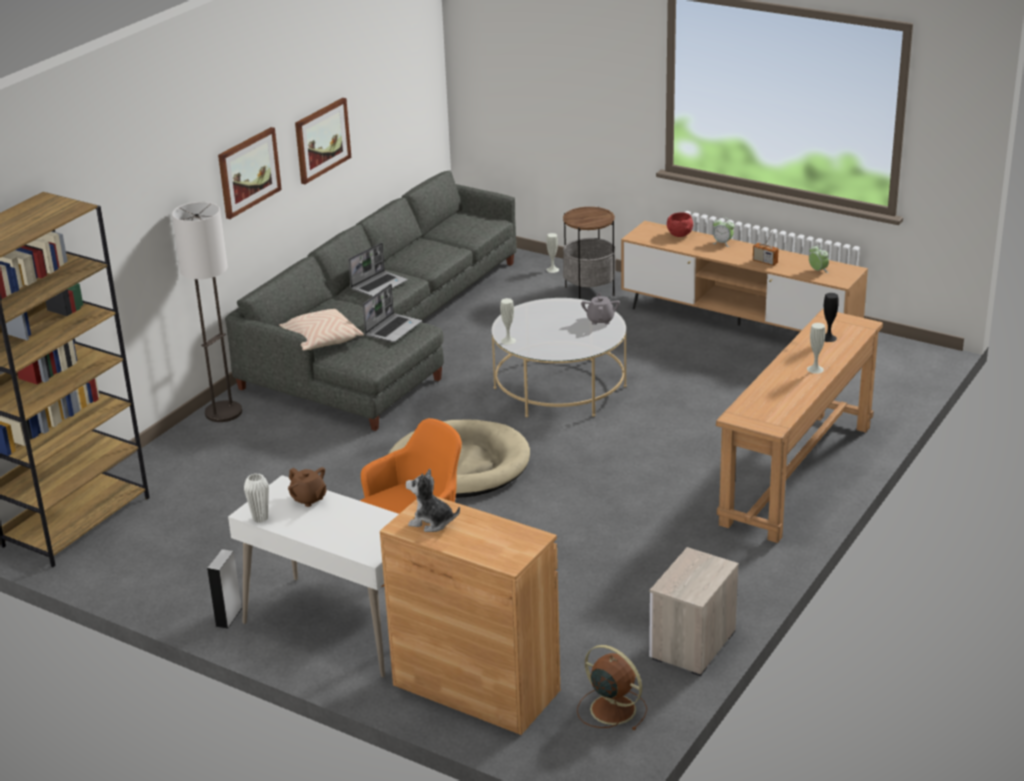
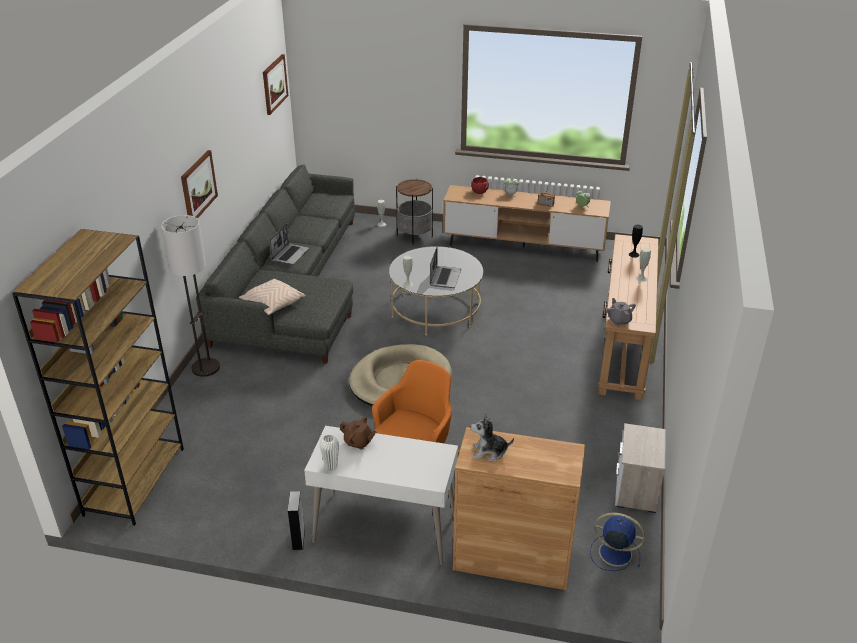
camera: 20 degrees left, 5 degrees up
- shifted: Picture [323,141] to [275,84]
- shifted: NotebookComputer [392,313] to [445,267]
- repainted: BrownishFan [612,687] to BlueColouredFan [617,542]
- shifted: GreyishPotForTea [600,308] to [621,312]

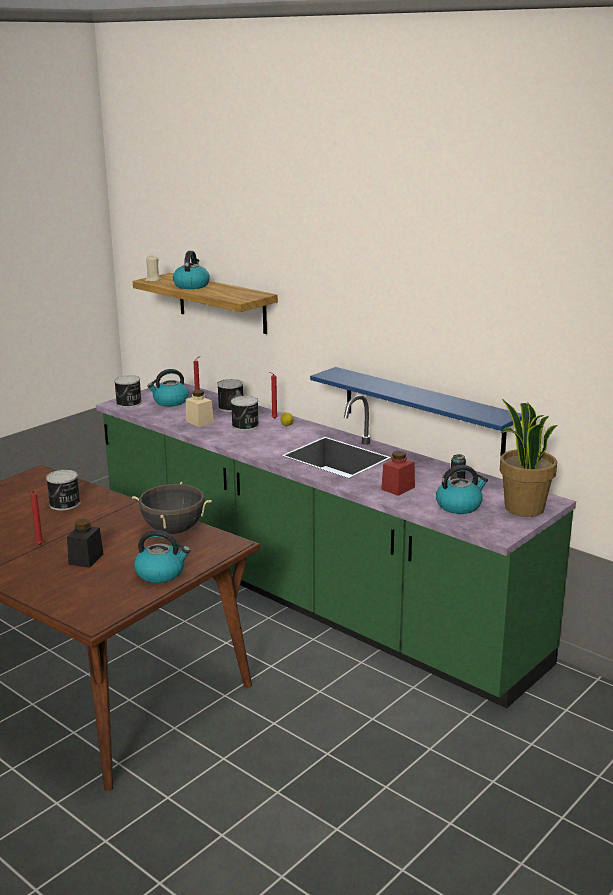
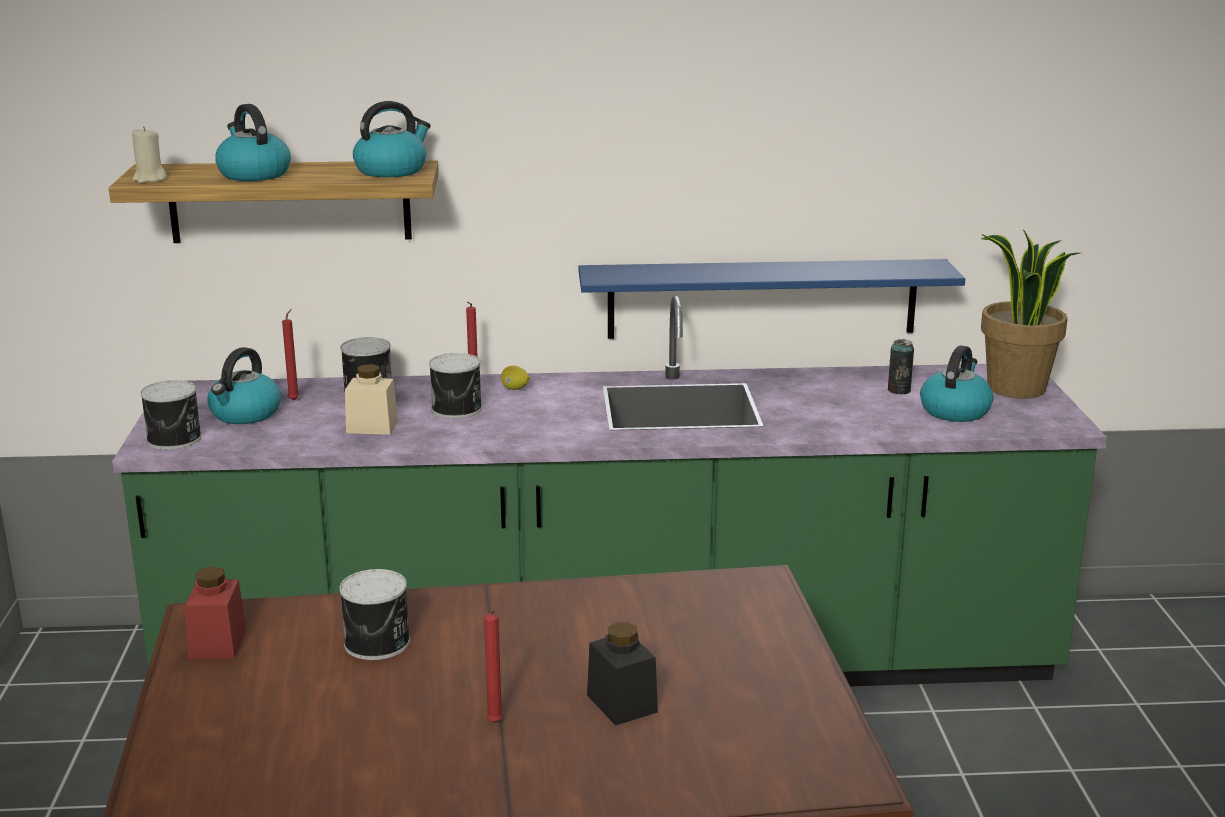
camera: 45 degrees left, 0 degrees up
- shifted: RedStorageJar [398,473] to [215,613]
- shifted: WaterKettle [162,556] to [392,139]
- gone: BlackCookingPot [172,508]

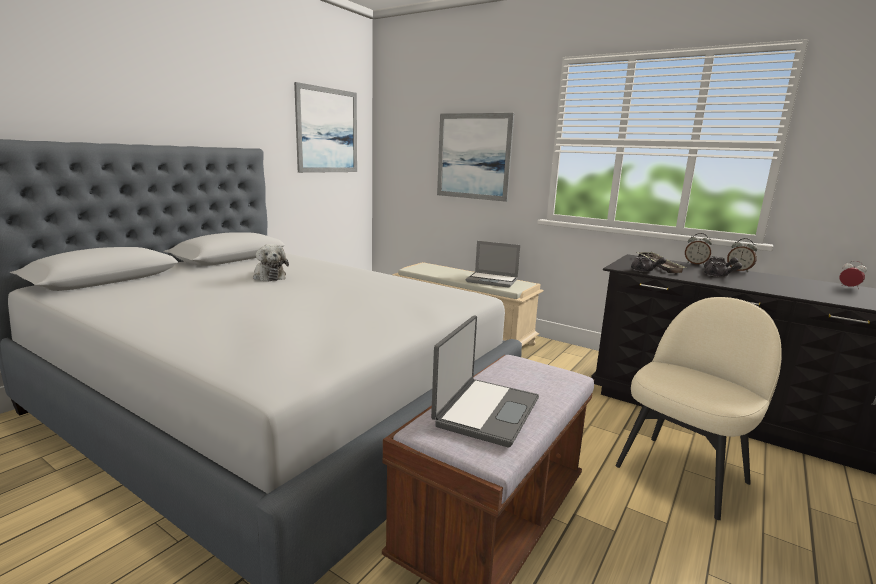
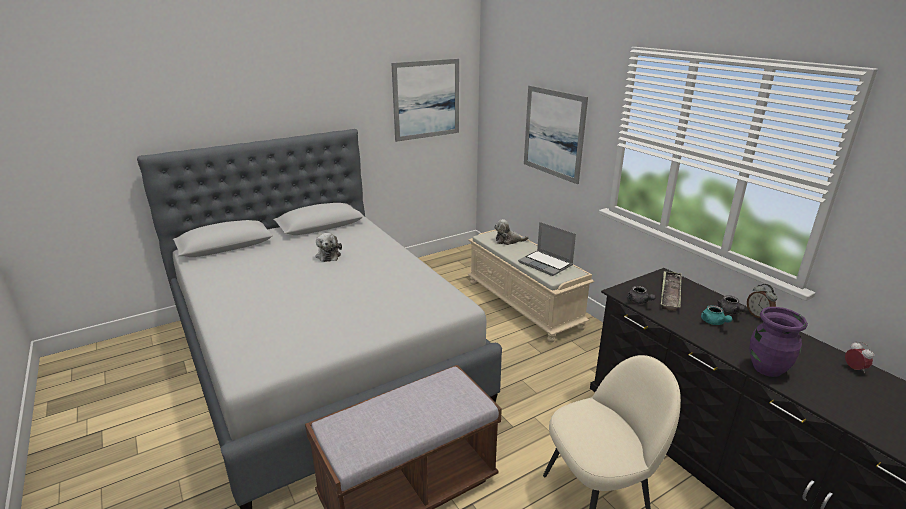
camera: 25 degrees right, 10 degrees up
- new: SoftToy [511,232]
- repainted: GreyishPotForTea [723,269] to TurquoiseColouredPotForTea [716,315]
- new: PurplishVase [778,342]
- gone: NotebookComputer [485,381]
- gone: BedsideClock [698,249]

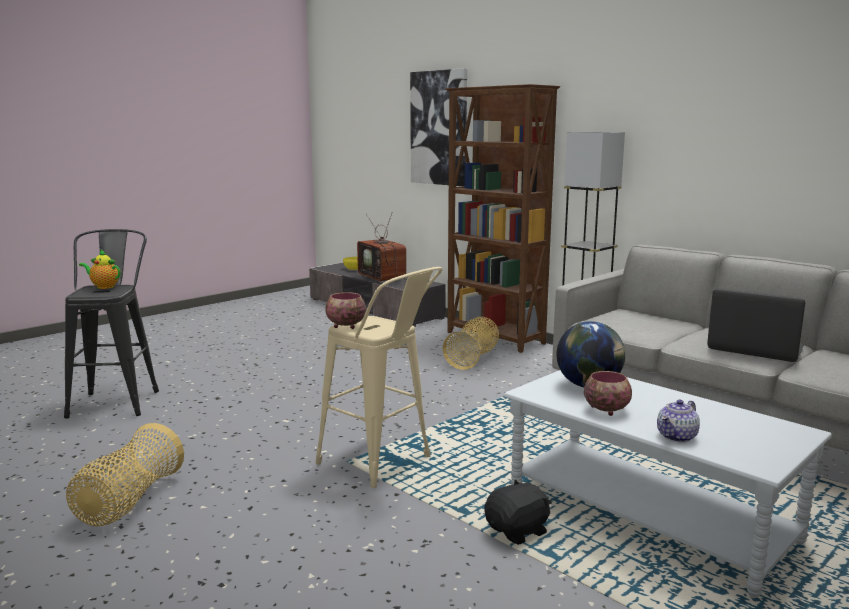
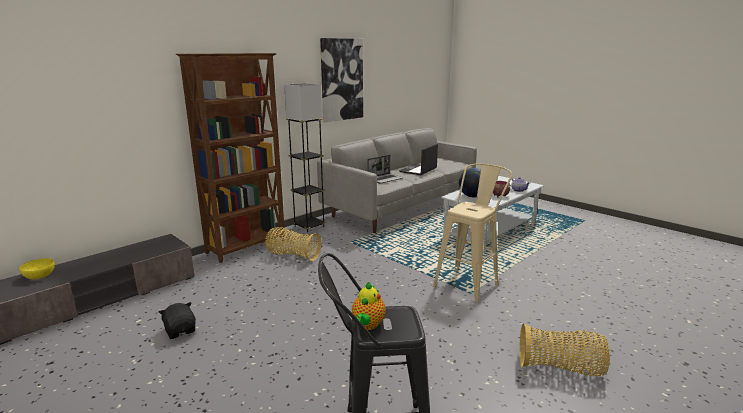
camera: 90 degrees left, 5 degrees up
- shifted: BlackSoftToy [518,512] to [177,320]
- shifted: Picture [438,127] to [341,80]
- new: NotebookComputer [385,169]
- gone: DeepDish [345,310]
- gone: Television [382,249]

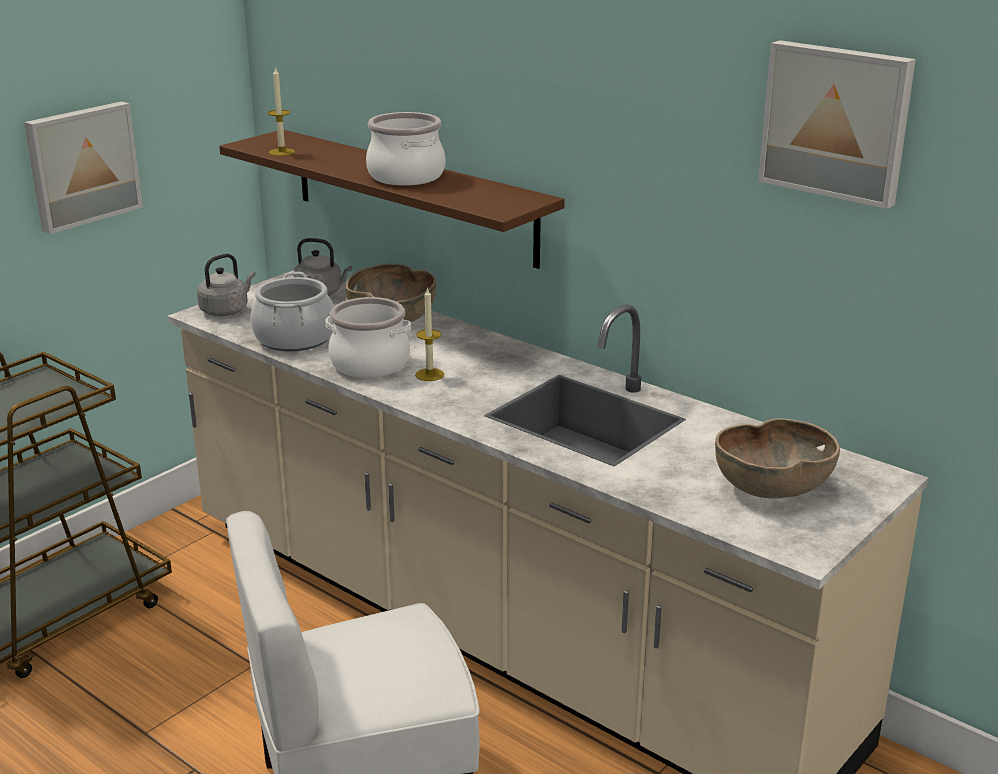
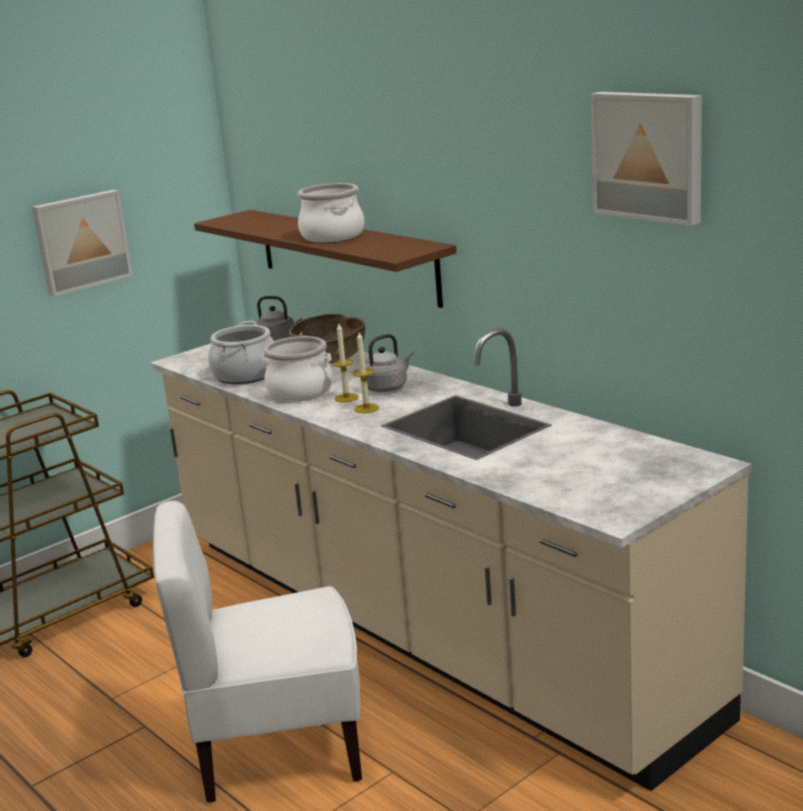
camera: 10 degrees right, 5 degrees down
- shifted: Candle [281,111] to [365,372]
- shifted: GreyishWaterKettle [226,285] to [389,363]
- gone: BrownishDeepDish [777,458]

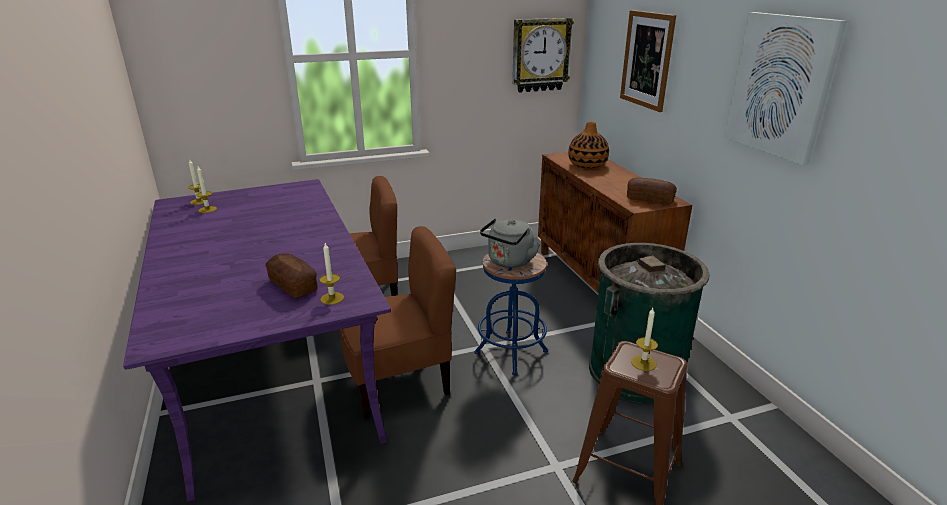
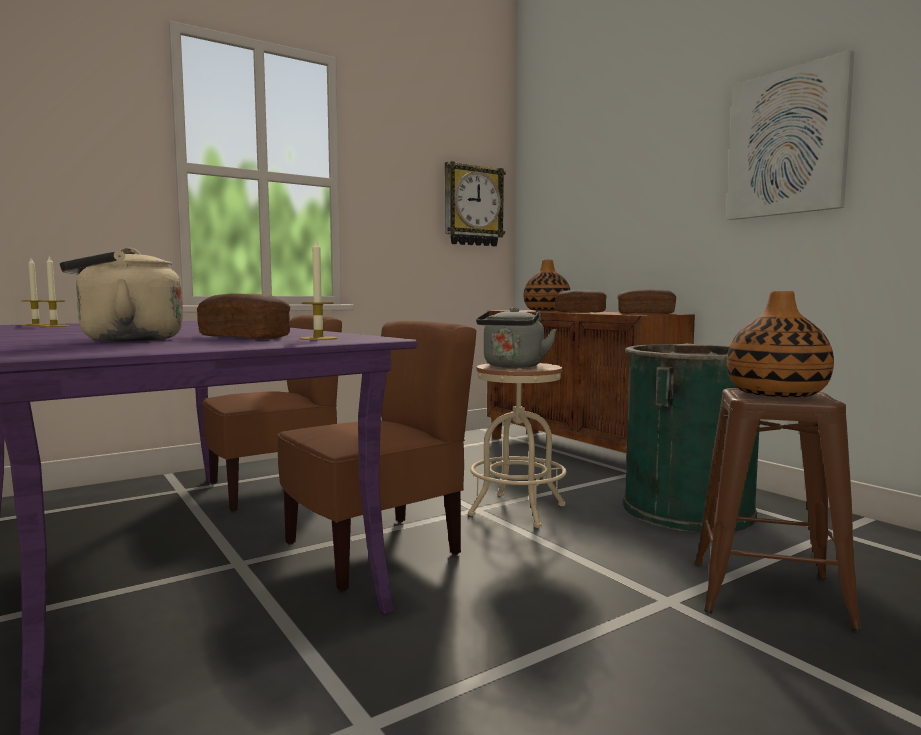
camera: 15 degrees left, 20 degrees down
- new: SandColouredWaterKettle [121,294]
- repainted: BlueColouredSittingStool [511,314] to SandColouredSittingStool [517,445]
- new: BakeryBread [581,301]
- swapped: Candle [644,339] to Vase [780,344]
- gone: Picture [648,61]

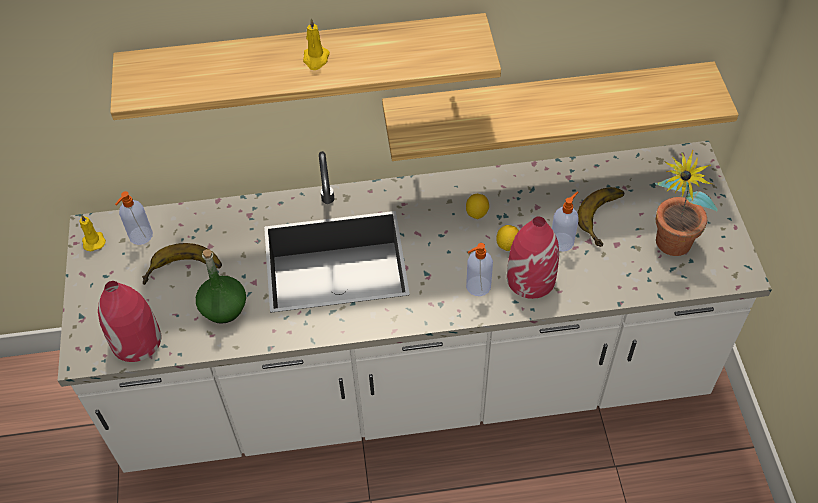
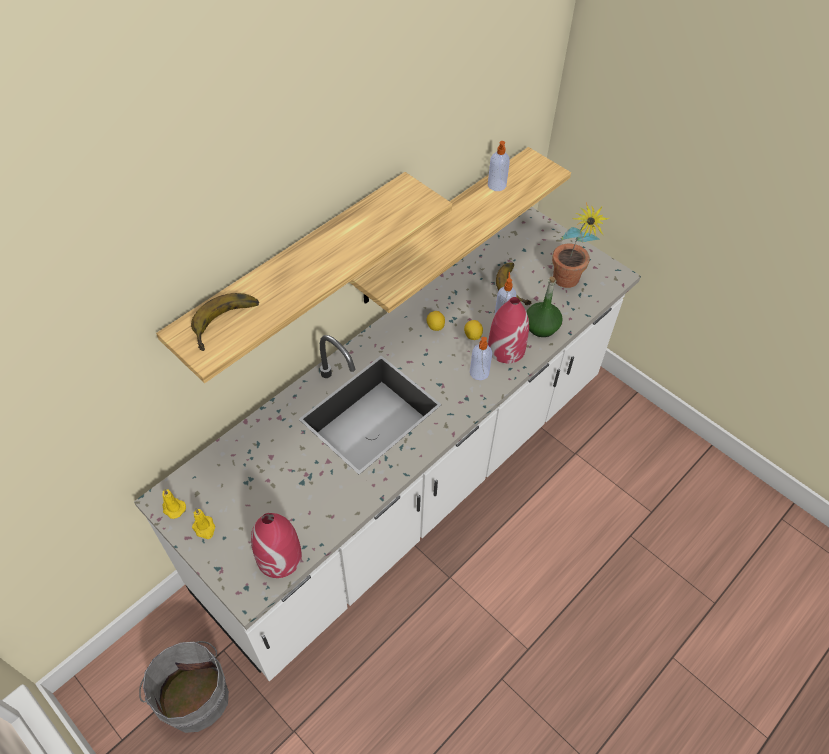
camera: 40 degrees left, 0 degrees up
- new: GreyishWaterBucket [184,687]
- shifted: WholeBanana [182,264] to [225,322]
- shifted: YellowishCandle [316,44] to [203,524]
- shifted: SoapDispenser [134,218] to [499,166]
- shifted: GreenColouredBeverageBottle [221,286] to [544,306]

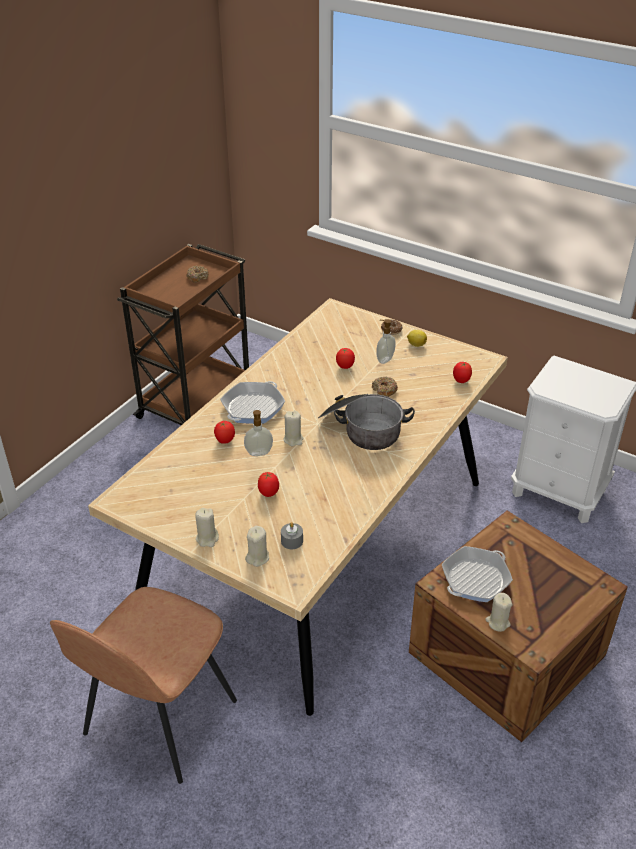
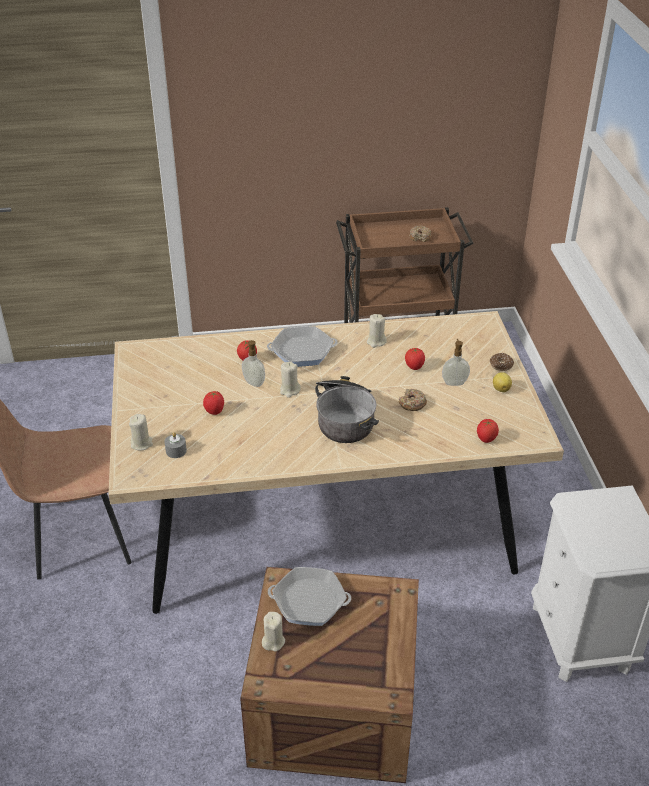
camera: 50 degrees right, 0 degrees up
- shifted: SandColouredCandle [207,527] to [377,331]

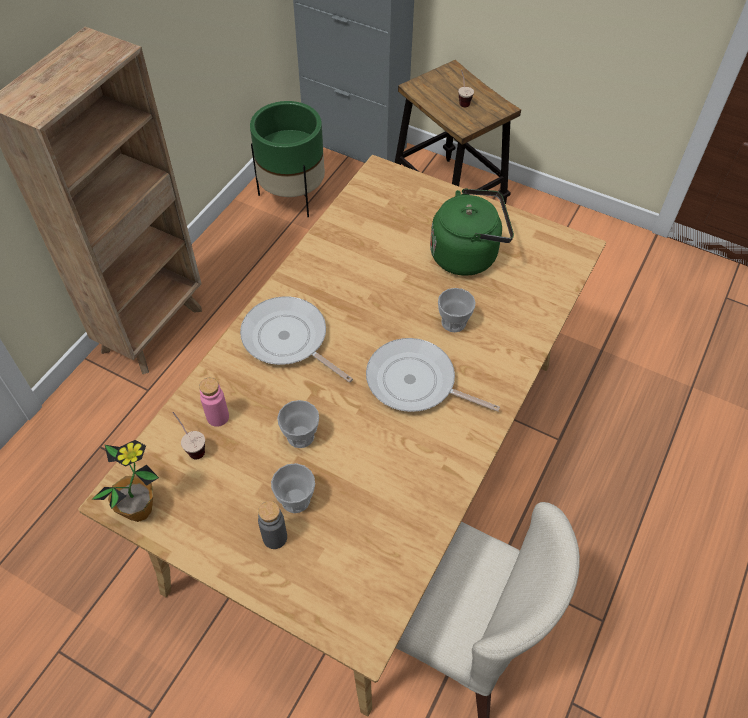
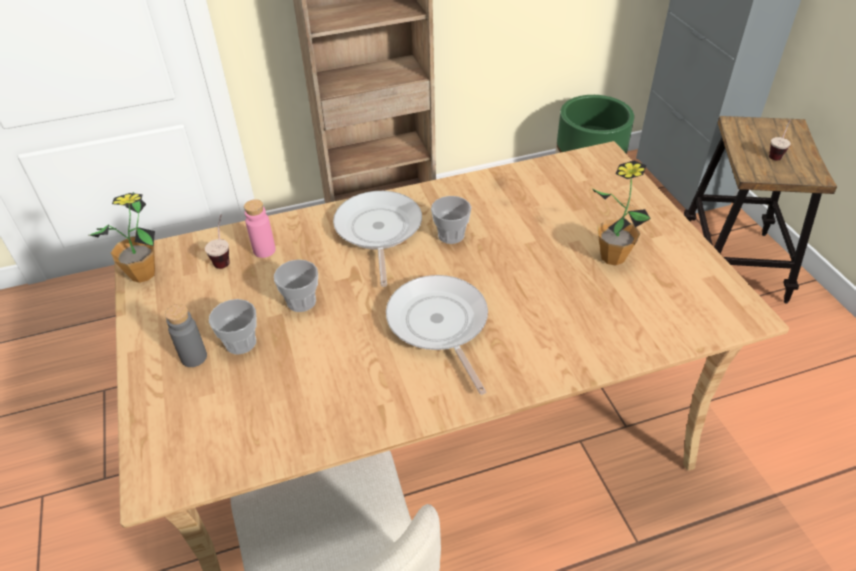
camera: 45 degrees right, 10 degrees down
- shifted: DrinkingCup [457,310] to [451,220]
- swapped: GreenColouredWaterKettle [472,232] to PottedPlant [622,213]

